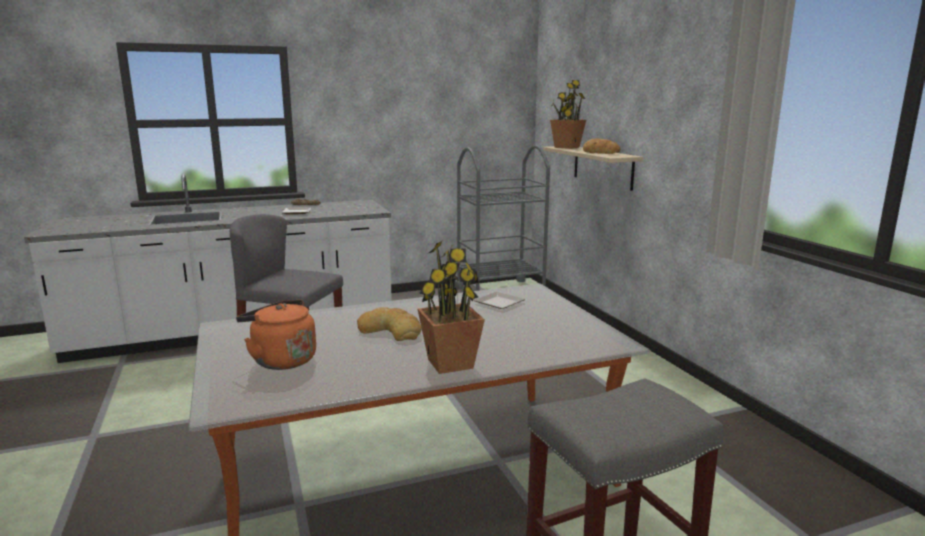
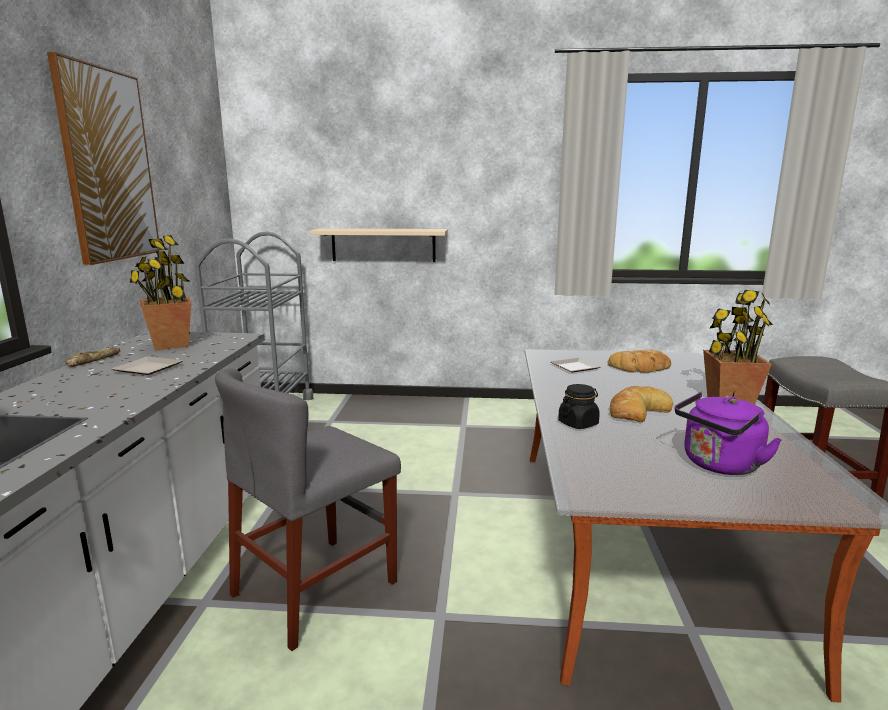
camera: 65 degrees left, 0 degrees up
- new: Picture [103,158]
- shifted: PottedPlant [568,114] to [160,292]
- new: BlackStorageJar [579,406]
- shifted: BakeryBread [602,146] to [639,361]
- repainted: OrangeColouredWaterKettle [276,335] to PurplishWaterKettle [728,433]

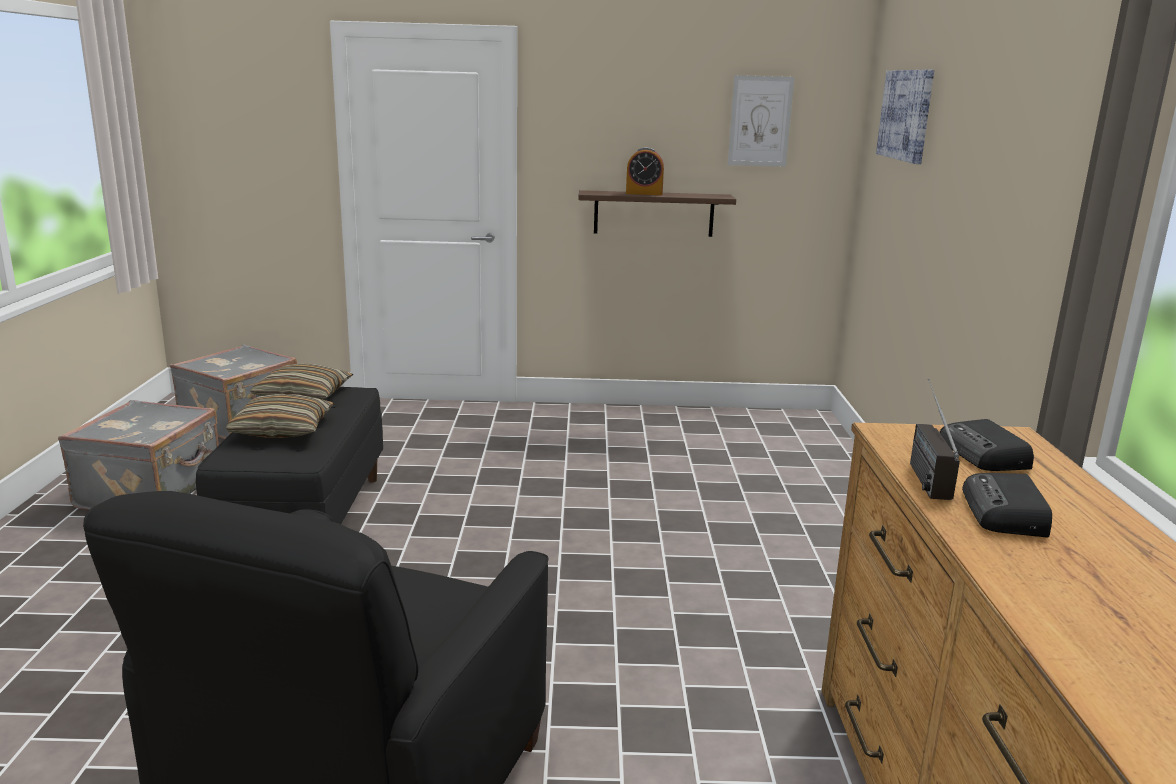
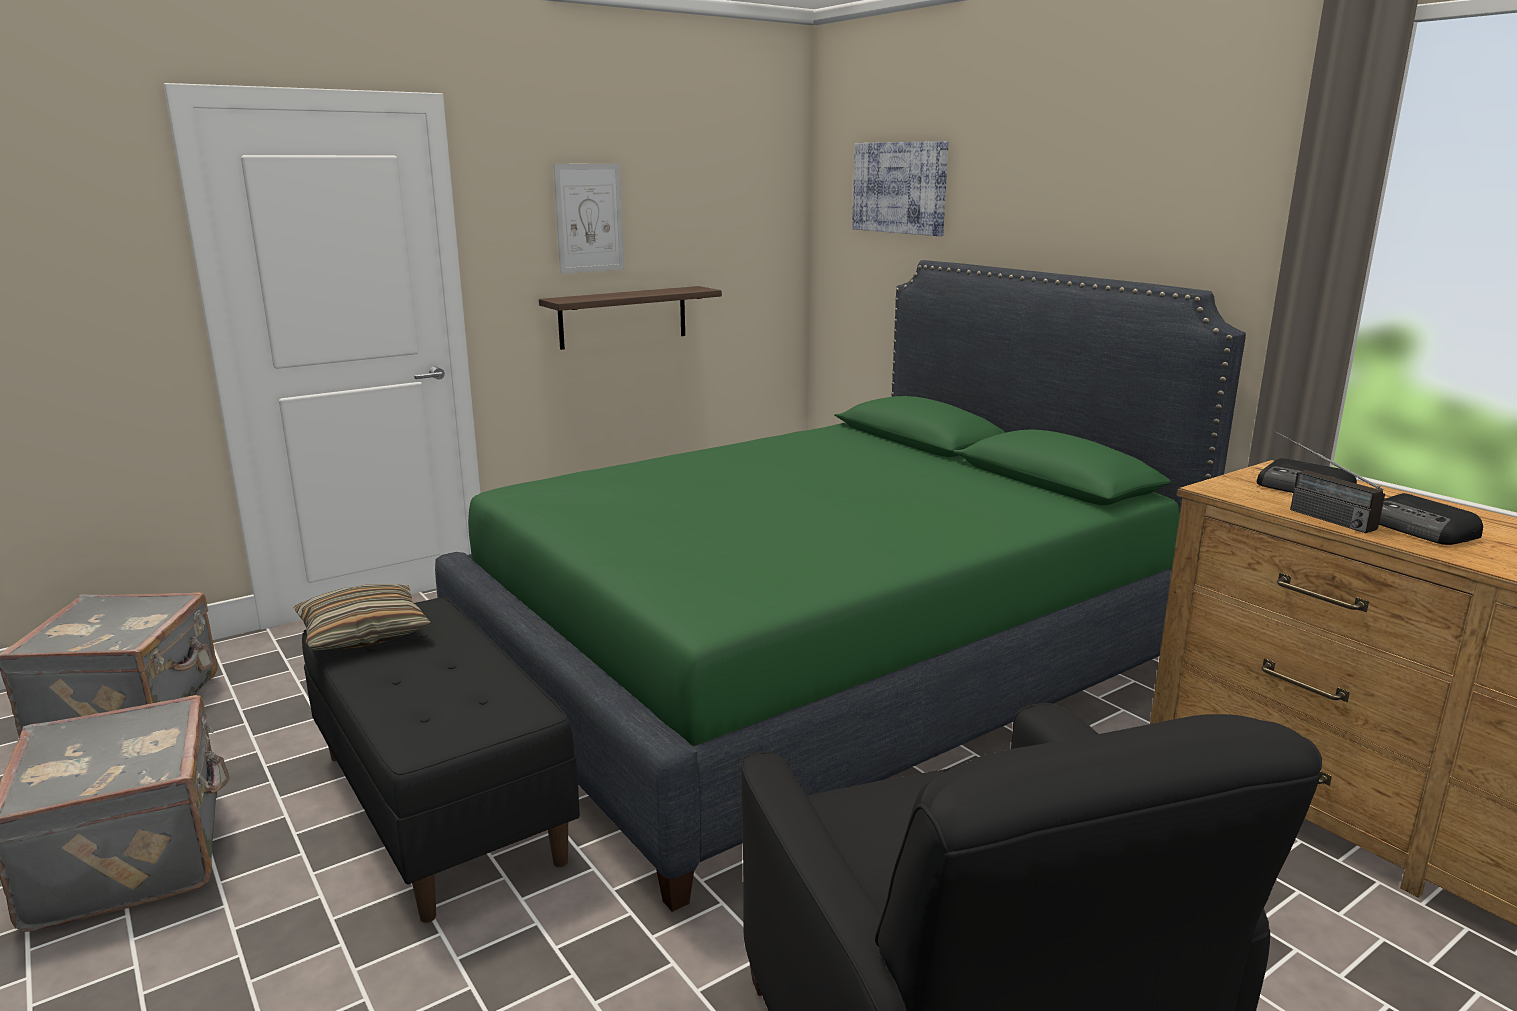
camera: 35 degrees left, 0 degrees up
- new: GreenColouredBedroomBed [840,586]
- shifted: Picture [761,121] to [588,219]
- gone: Cushion [280,416]
- gone: BedsideClock [645,171]

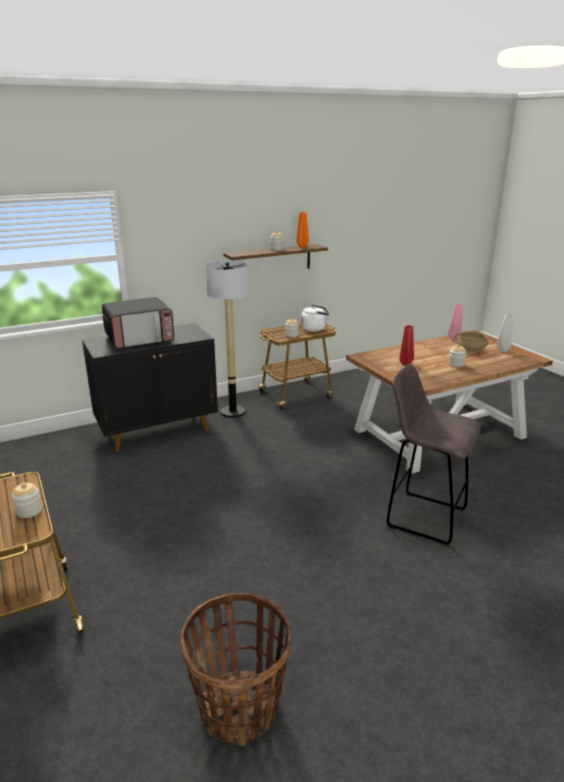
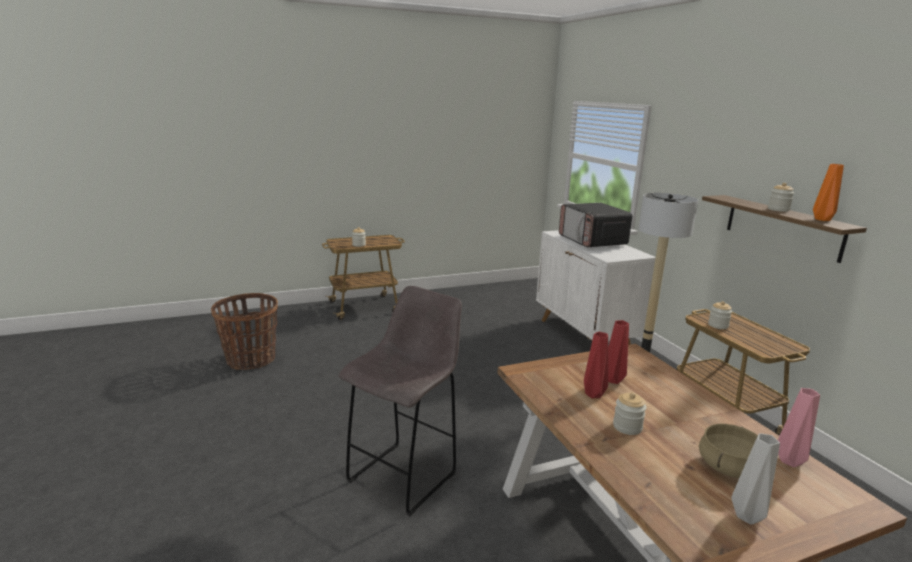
camera: 95 degrees right, 5 degrees down
- repainted: BlackStorageCabinet [150,387] to WhiteColouredStorageCabinet [596,287]
- new: RedVase [596,365]
- gone: WhiteColouredWaterKettle [315,318]

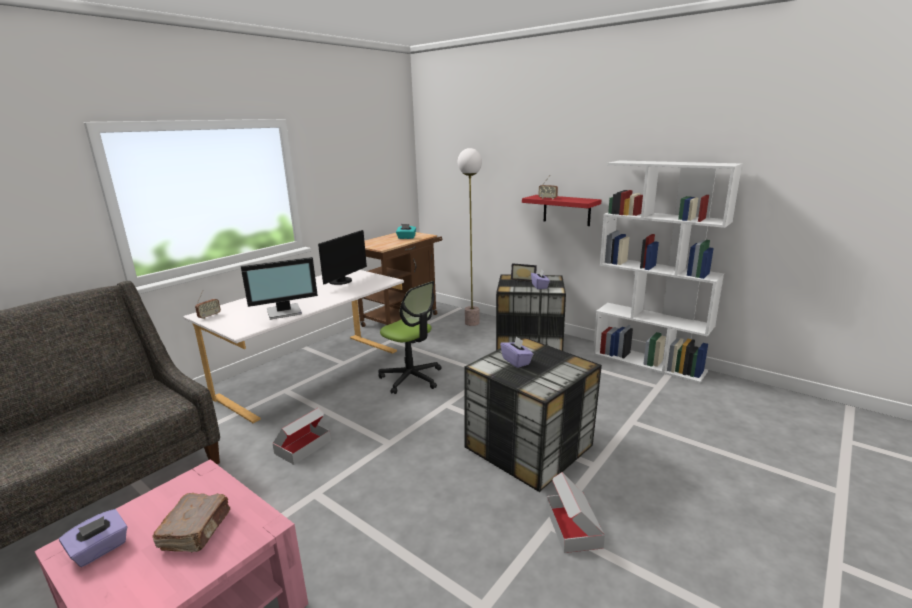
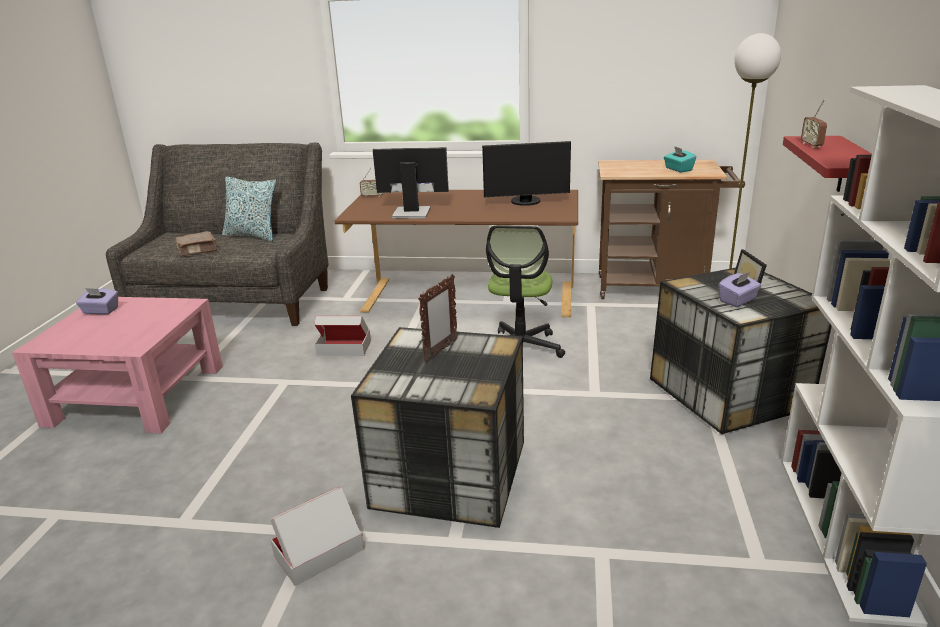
camera: 60 degrees right, 5 degrees up
- shifted: BrownishBoundBook [191,522] to [196,243]
- new: Cushion [249,209]
- repainted: WhiteColouredDeskTable [293,346] to BrownishDeskTable [456,253]
- rotated: ComputerDisplay [279,288] = [411,183] 150 degrees clockwise
- swapped: PurplishTissueHolder [516,352] to PhotoFrame [438,318]

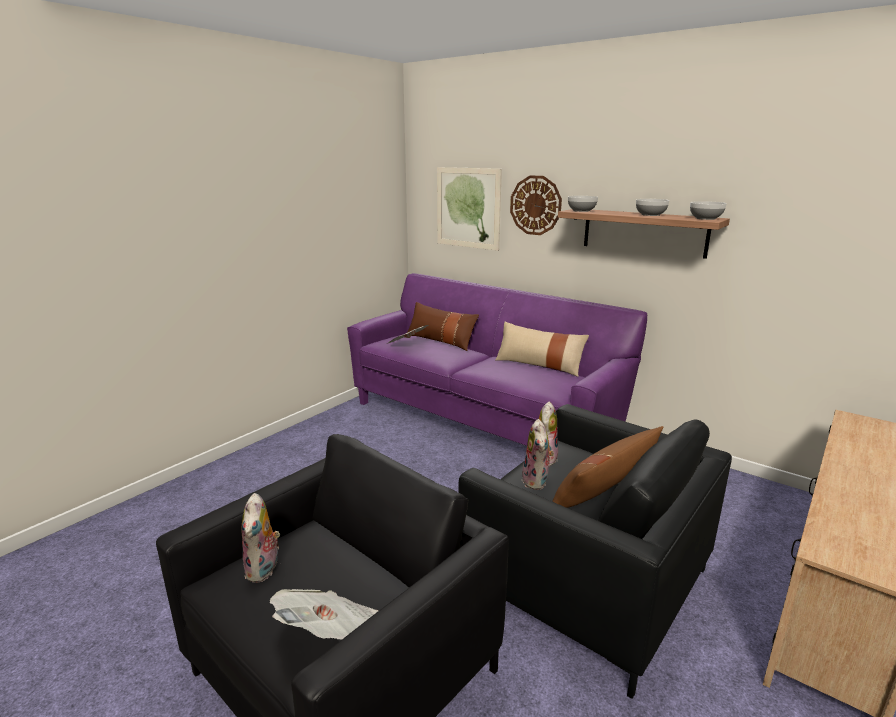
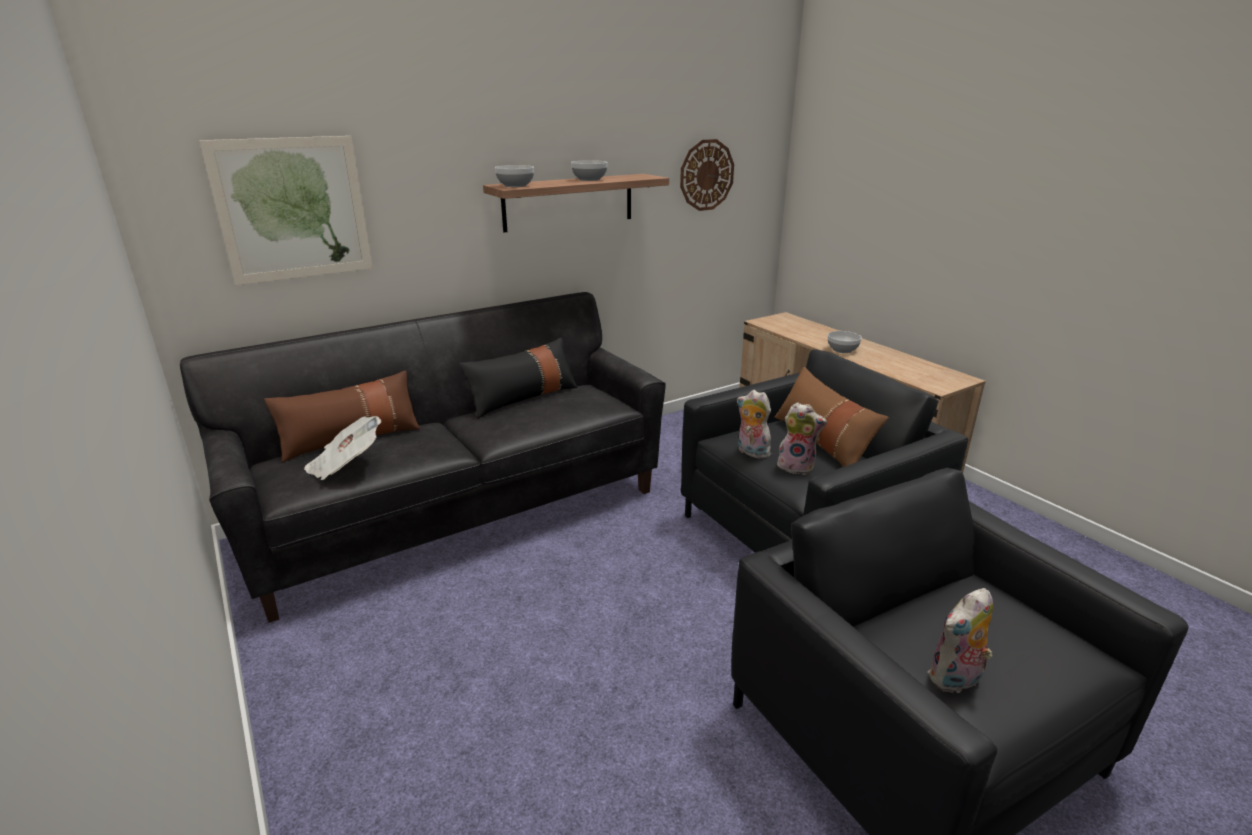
camera: 70 degrees left, 5 degrees up
- repainted: PurplishCouch [497,359] to BlackCouch [423,457]
- repainted: SandColouredCushion [542,349] to BlackCushion [518,377]
- shifted: ClockOnTheWall [536,205] to [707,175]
- shifted: DeepDish [708,210] to [845,342]
- rotated: SoftToy [261,538] = [960,641] 135 degrees clockwise
- gone: Newspaper [323,614]

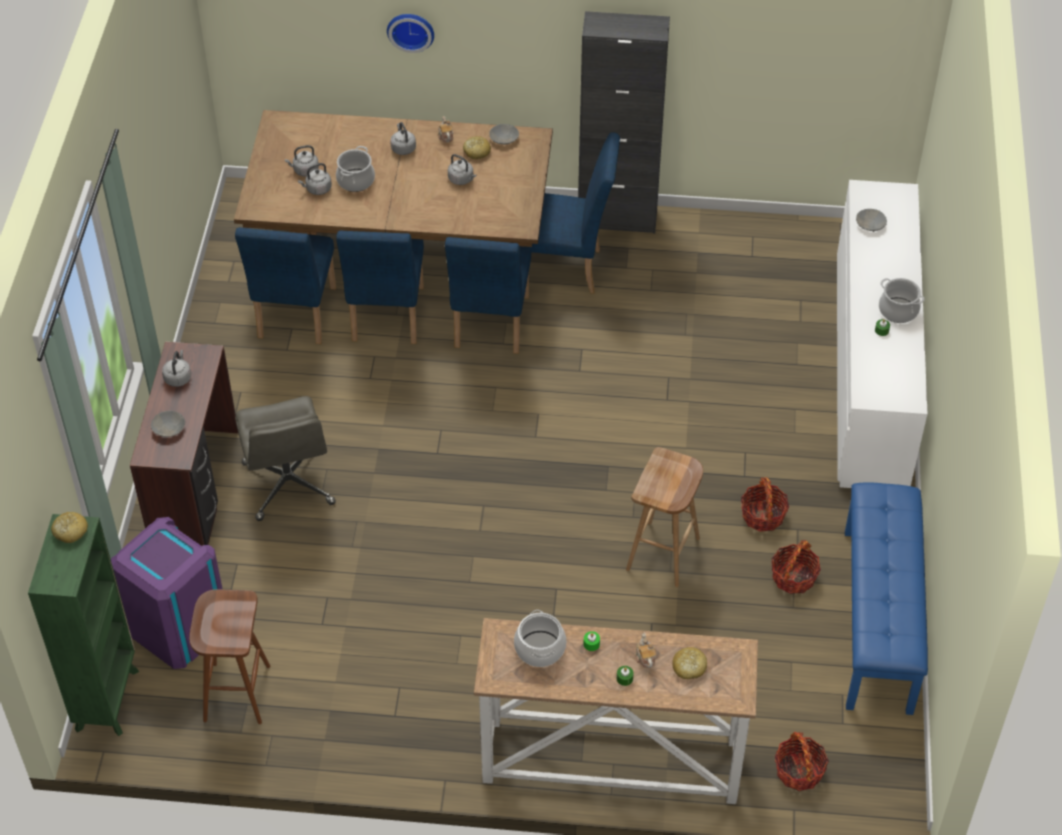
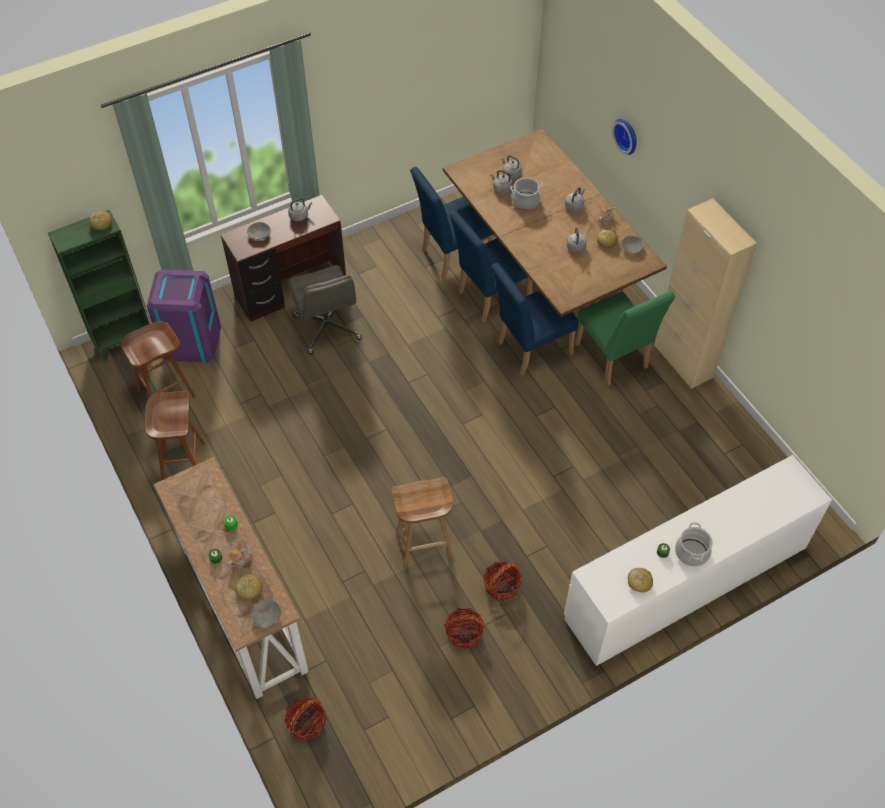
camera: 55 degrees right, 5 degrees up
- new: BrownishSittingStool [174,435]
- shifted: GreyishDeepDish [871,220] to [266,614]
- rotated: GreyishDeskChair [285,458] = [325,310] 60 degrees counterclockwise
- repainted: BlueColouredPlainChair [575,213] to GreenColouredPlainChair [625,338]
- new: BakeryBread [640,580]
- repainted: BlackStorageCabinet [624,122] to SandColouredStorageCabinet [705,293]
- gone: CookingPot [540,638]
- gone: BlueColouredBench [886,598]

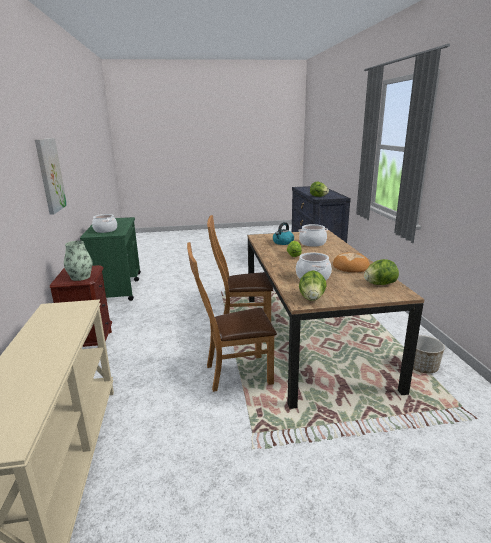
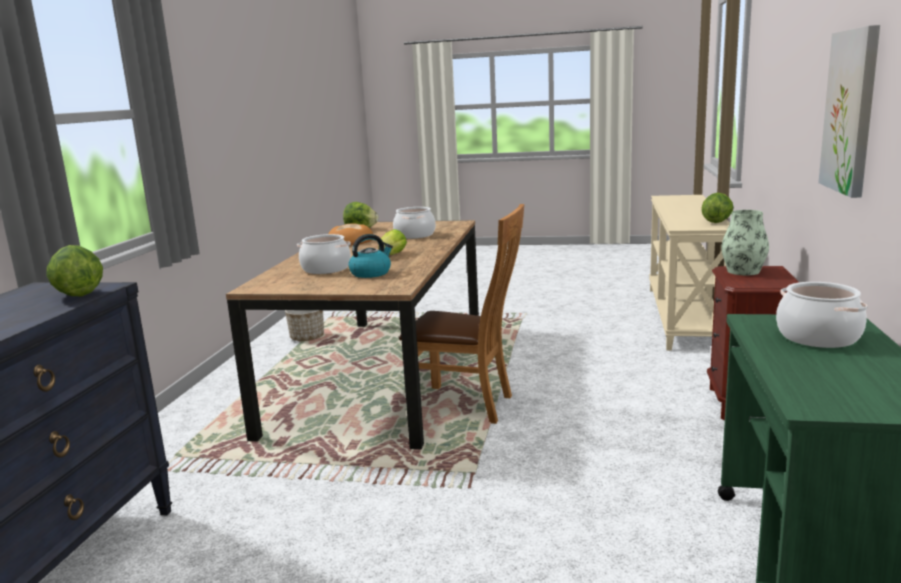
camera: 160 degrees left, 5 degrees down
- shifted: LettuceHead [313,285] to [718,208]
- gone: BrownishPlainChair [232,317]

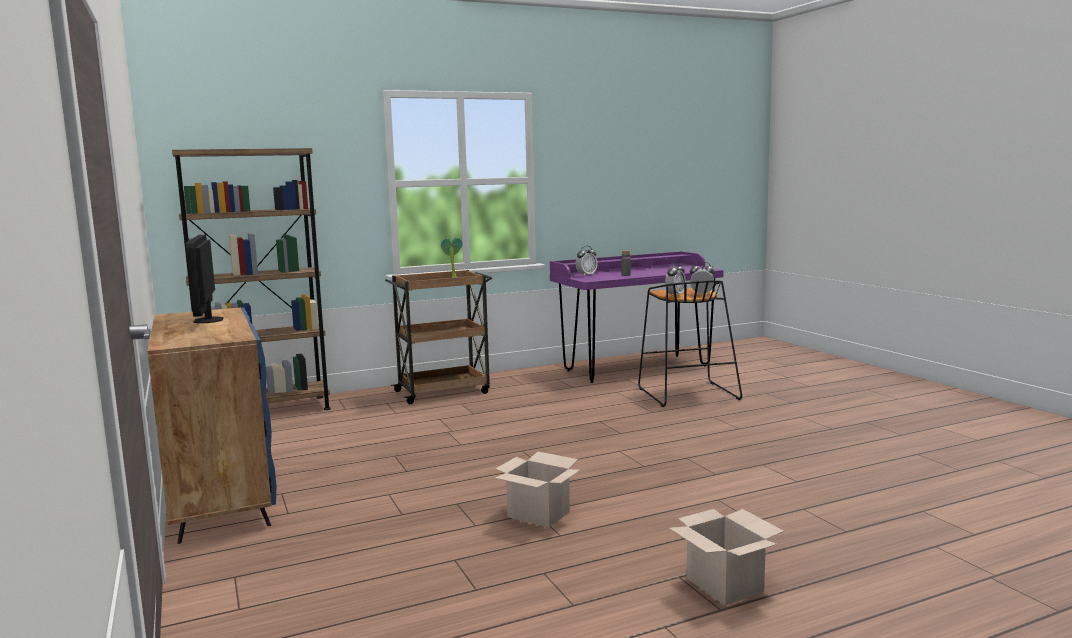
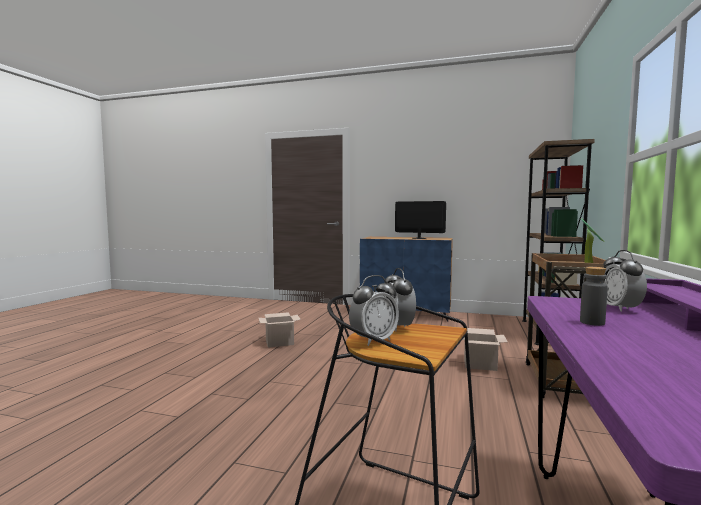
camera: 130 degrees right, 5 degrees down
- shifted: CardboardBox [726,557] to [484,349]

